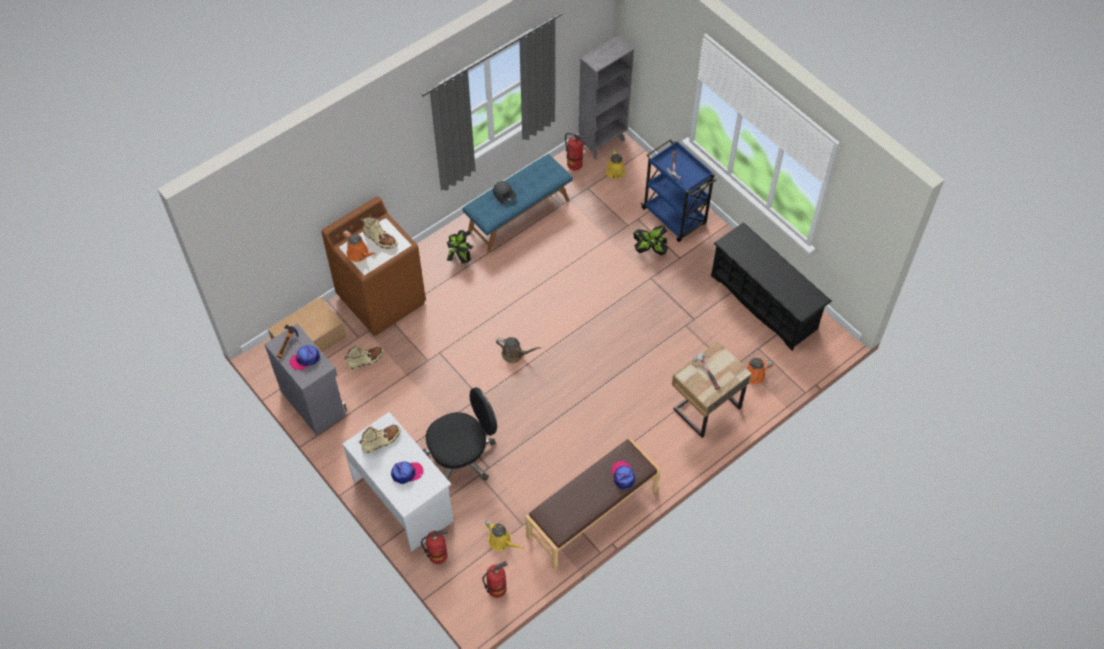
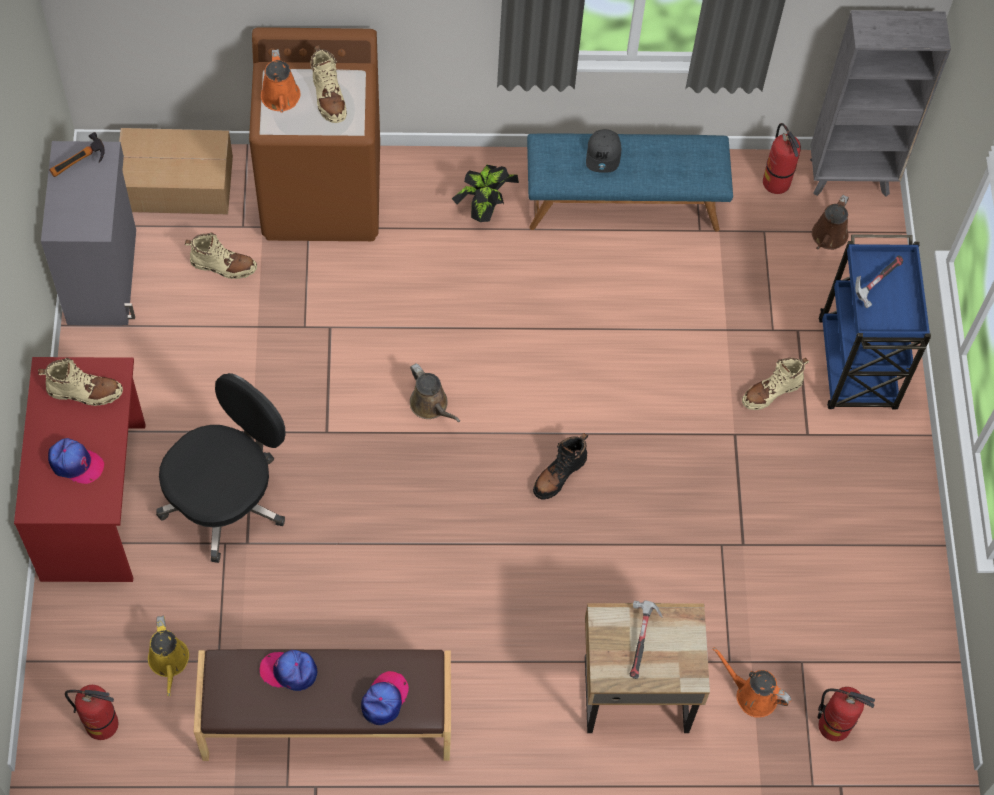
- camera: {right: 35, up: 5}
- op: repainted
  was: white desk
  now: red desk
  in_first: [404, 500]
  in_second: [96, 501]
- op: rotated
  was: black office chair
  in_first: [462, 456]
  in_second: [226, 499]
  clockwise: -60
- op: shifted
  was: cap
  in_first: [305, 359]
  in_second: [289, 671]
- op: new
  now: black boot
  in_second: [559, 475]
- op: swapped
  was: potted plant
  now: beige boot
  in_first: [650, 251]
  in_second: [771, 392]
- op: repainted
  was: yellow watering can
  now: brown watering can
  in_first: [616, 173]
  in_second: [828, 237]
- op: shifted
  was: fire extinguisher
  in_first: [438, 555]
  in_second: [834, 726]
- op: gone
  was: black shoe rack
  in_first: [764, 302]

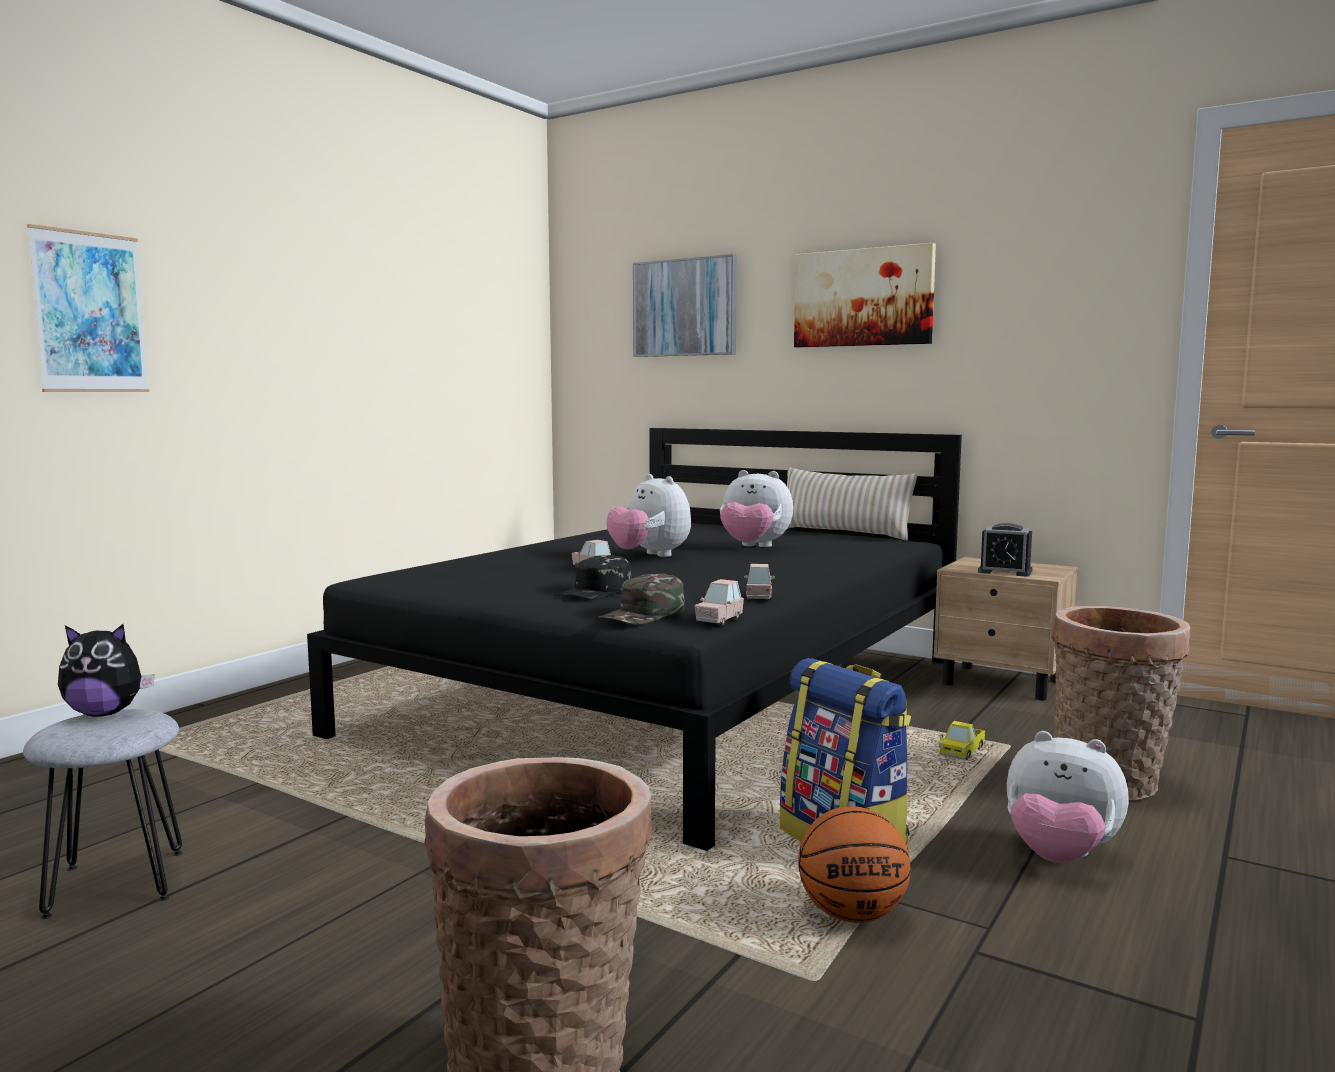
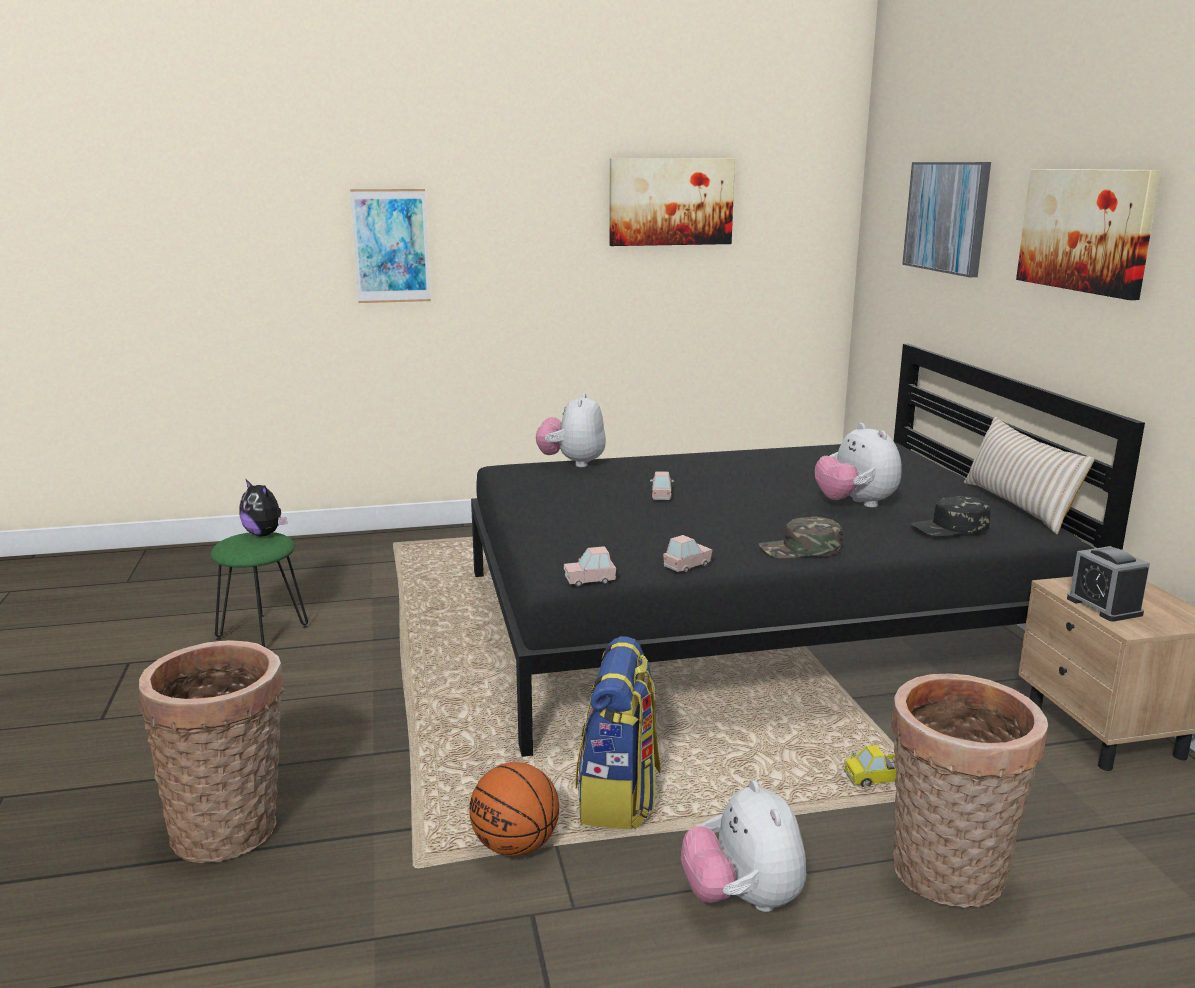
- camera: {right: 45, up: 10}
- op: repainted
  was: grey stool
  now: green stool
  in_first: [115, 883]
  in_second: [262, 633]
- op: shifted
  was: plush toy
  in_first: [649, 556]
  in_second: [572, 463]
- op: new
  now: picture
  in_second: [670, 202]
- op: shifted
  was: green cap
  in_first: [644, 614]
  in_second: [800, 549]
- op: shifted
  was: black cap
  in_first: [596, 591]
  in_second: [950, 527]

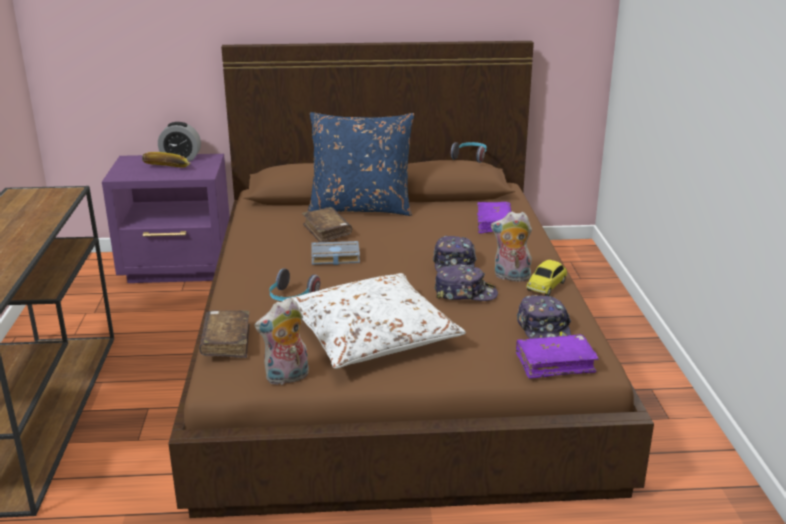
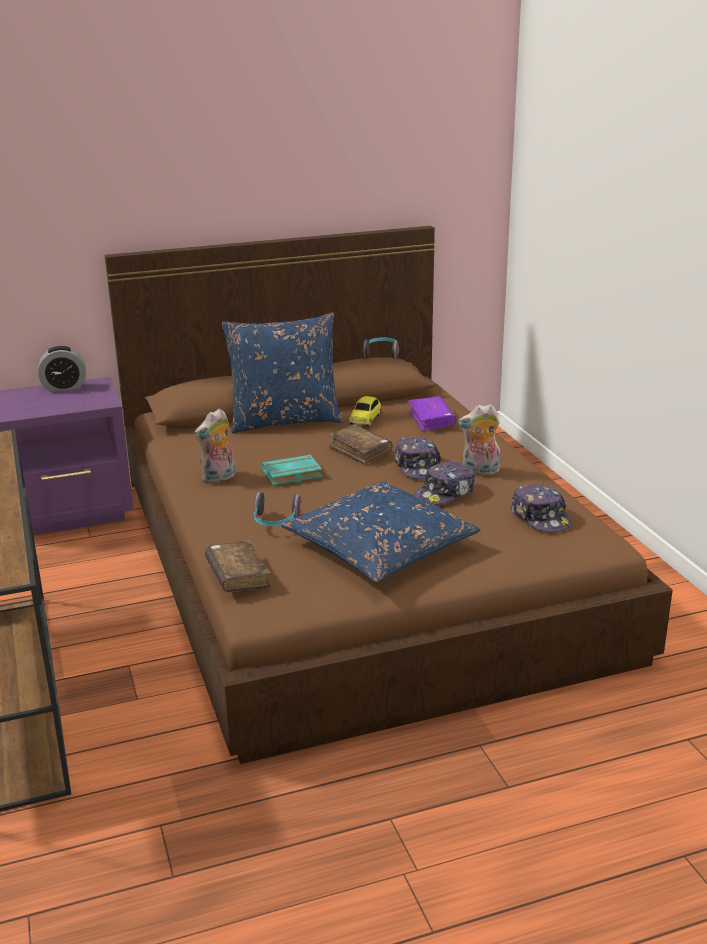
- camera: {right: -15, up: 0}
- op: shifted
  was: plush toy
  in_first: [287, 378]
  in_second: [219, 478]
- op: repainted
  was: grey book
  now: turquoise book
  in_first: [334, 257]
  in_second: [291, 475]
- op: repainted
  was: white pillow
  now: blue pillow
  in_first: [372, 335]
  in_second: [380, 547]
- op: shifted
  was: brown book
  in_first: [327, 231]
  in_second: [360, 451]
- op: shifted
  was: toy car
  in_first: [546, 286]
  in_second: [365, 419]
- op: rotated
  was: cap
  in_first: [465, 293]
  in_second: [445, 493]
  clockwise: 150
- op: gone
  was: banana
  in_first: [166, 169]
- op: gone
  was: purple book
  in_first: [555, 364]

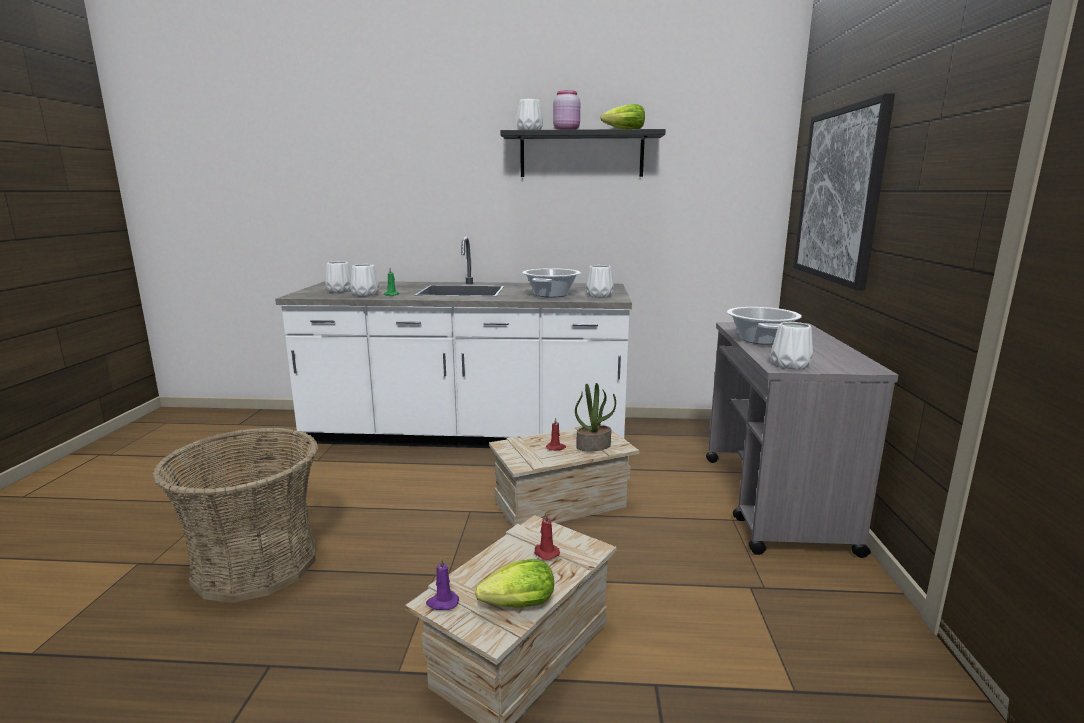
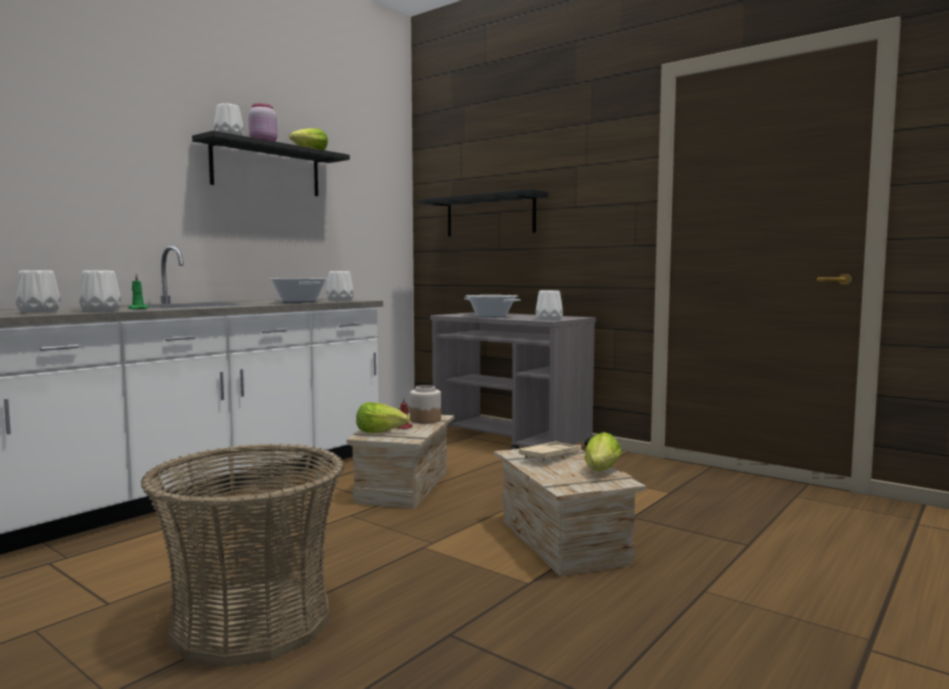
- camera: {right: -55, up: -10}
- op: new
  now: lettuce
  in_second: [381, 432]
- op: swapped
  was: potted plant
  now: jar
  in_first: [593, 446]
  in_second: [425, 420]
- op: swapped
  was: picture
  now: black shelf
  in_first: [839, 195]
  in_second: [490, 215]
- op: swapped
  was: red candle
  now: beige tray
  in_first: [545, 552]
  in_second: [550, 456]
- op: gone
  was: purple candle
  in_first: [442, 602]

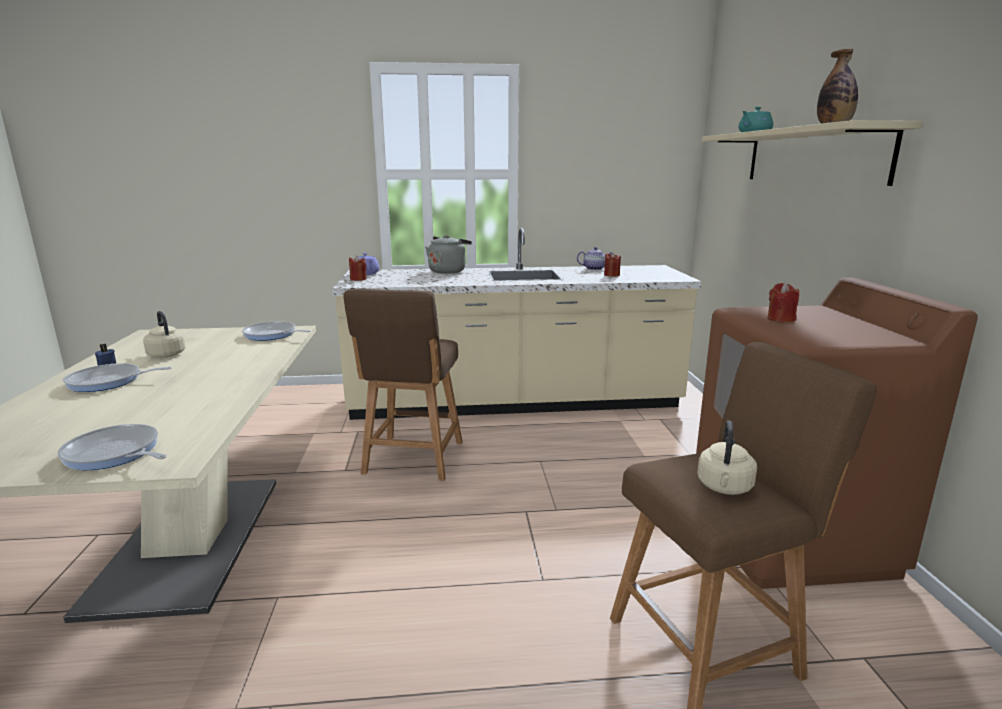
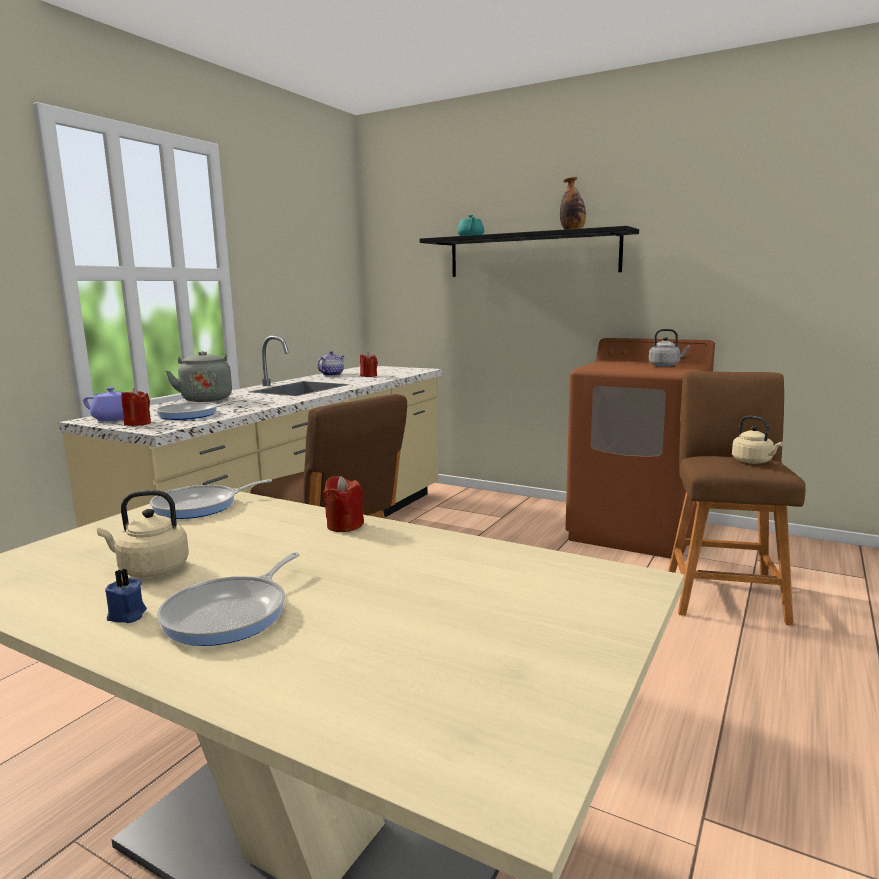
- camera: {right: -55, up: -5}
- op: shifted
  was: frying pan
  in_first: [114, 454]
  in_second: [192, 414]
- op: shifted
  was: red candle
  in_first: [780, 319]
  in_second: [344, 525]
- op: repainted
  was: beige shelf
  now: black shelf
  in_first: [812, 156]
  in_second: [532, 255]
- op: new
  now: grey kettle
  in_second: [665, 365]

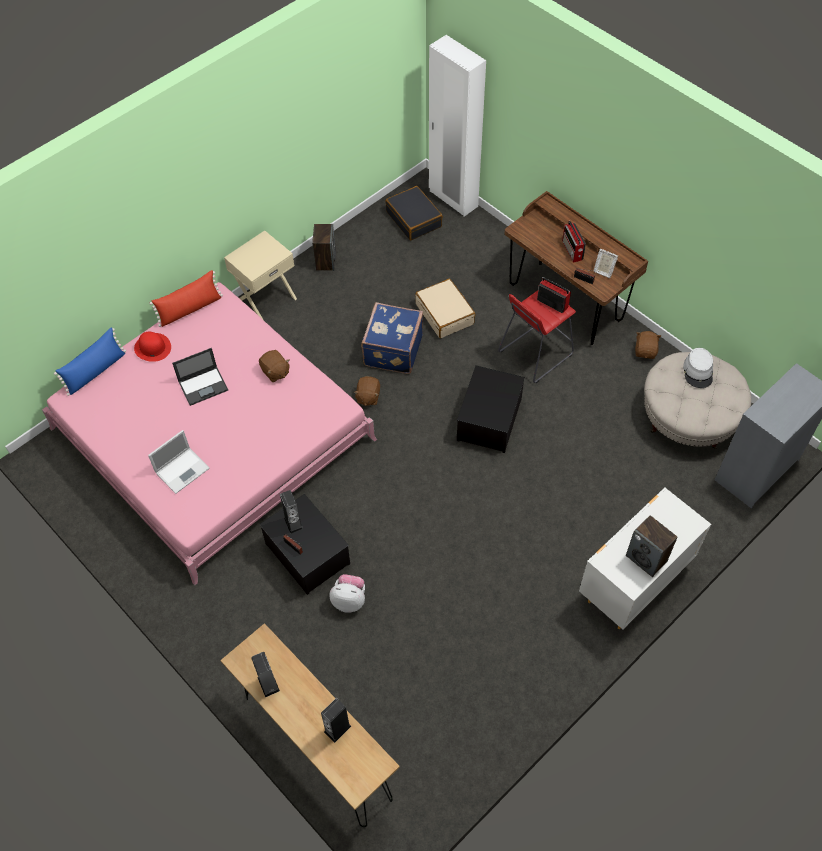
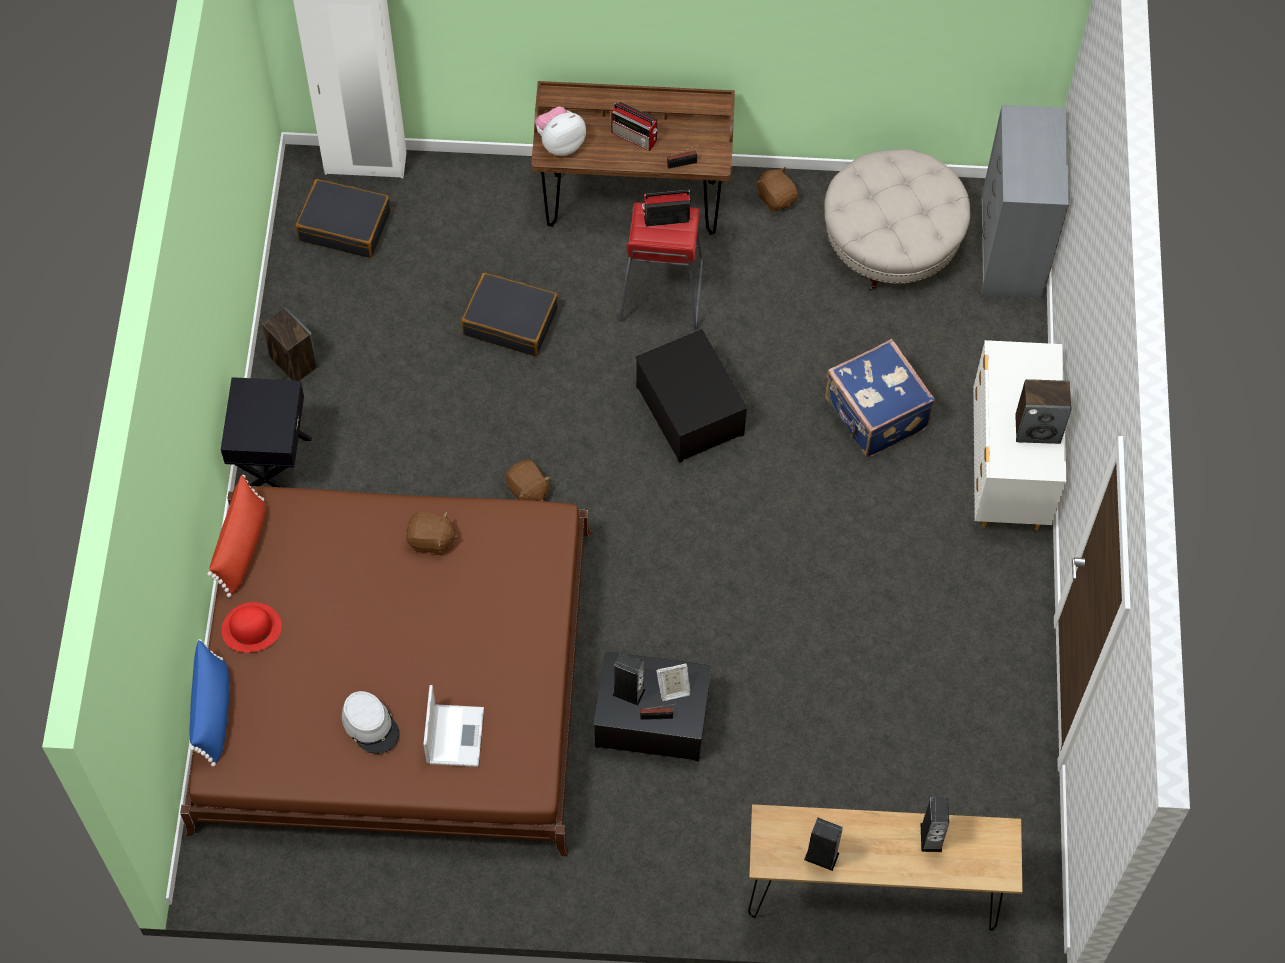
- camera: {right: -45, up: 5}
- op: repainted
  was: pink bed
  now: brown bed
  in_first: [212, 434]
  in_second: [395, 679]
- op: repainted
  was: beige nightstand
  now: black nightstand
  in_first: [266, 299]
  in_second: [272, 467]
- op: shifted
  was: grey hat
  in_first: [698, 371]
  in_second: [370, 725]
- op: repainted
  was: beige suitcase
  now: black suitcase
  in_first: [445, 314]
  in_second: [511, 321]
- op: shifted
  was: plush toy
  in_first: [349, 600]
  in_second: [560, 143]
- op: shifted
  was: picture frame
  in_first: [603, 271]
  in_second: [673, 689]
- op: shifted
  was: blue suitcase
  in_first: [392, 350]
  in_second: [875, 415]
- op: gone
  was: laptop
  in_first: [203, 385]

